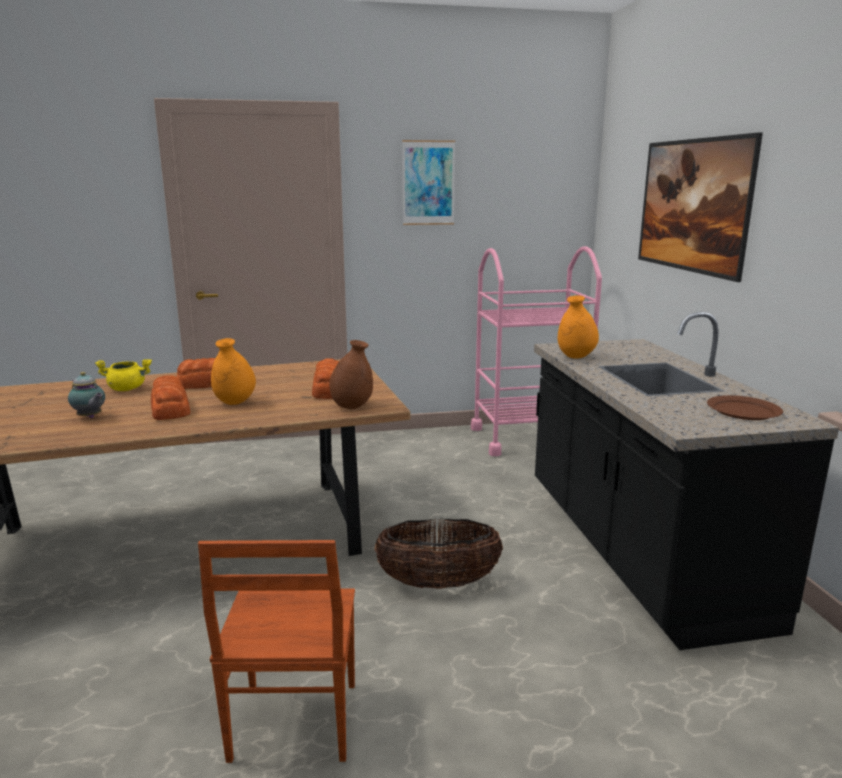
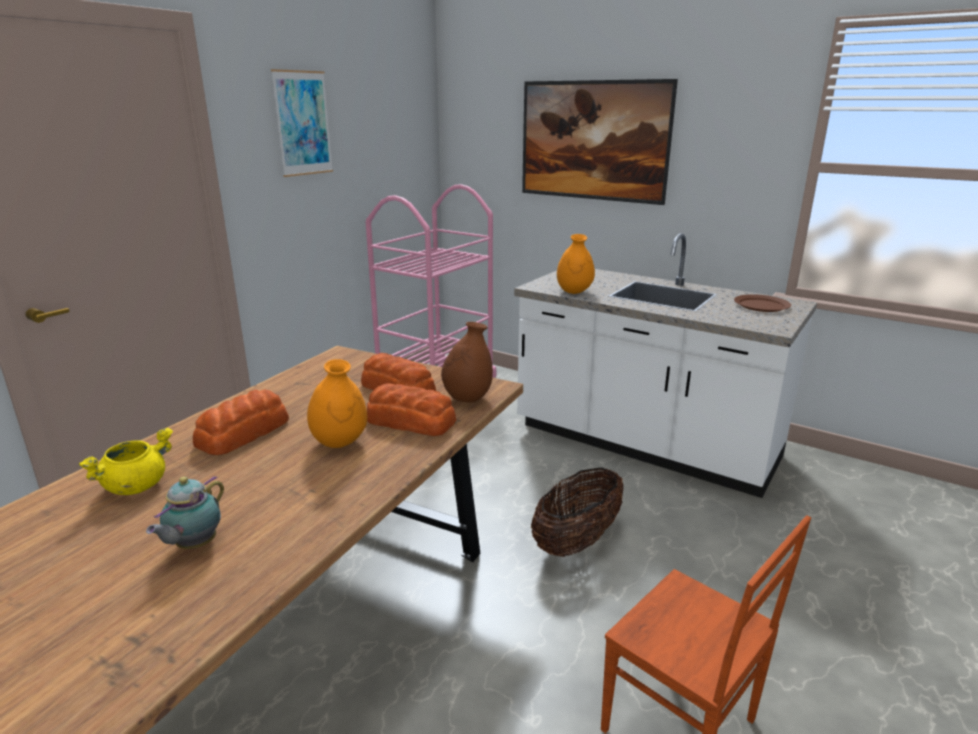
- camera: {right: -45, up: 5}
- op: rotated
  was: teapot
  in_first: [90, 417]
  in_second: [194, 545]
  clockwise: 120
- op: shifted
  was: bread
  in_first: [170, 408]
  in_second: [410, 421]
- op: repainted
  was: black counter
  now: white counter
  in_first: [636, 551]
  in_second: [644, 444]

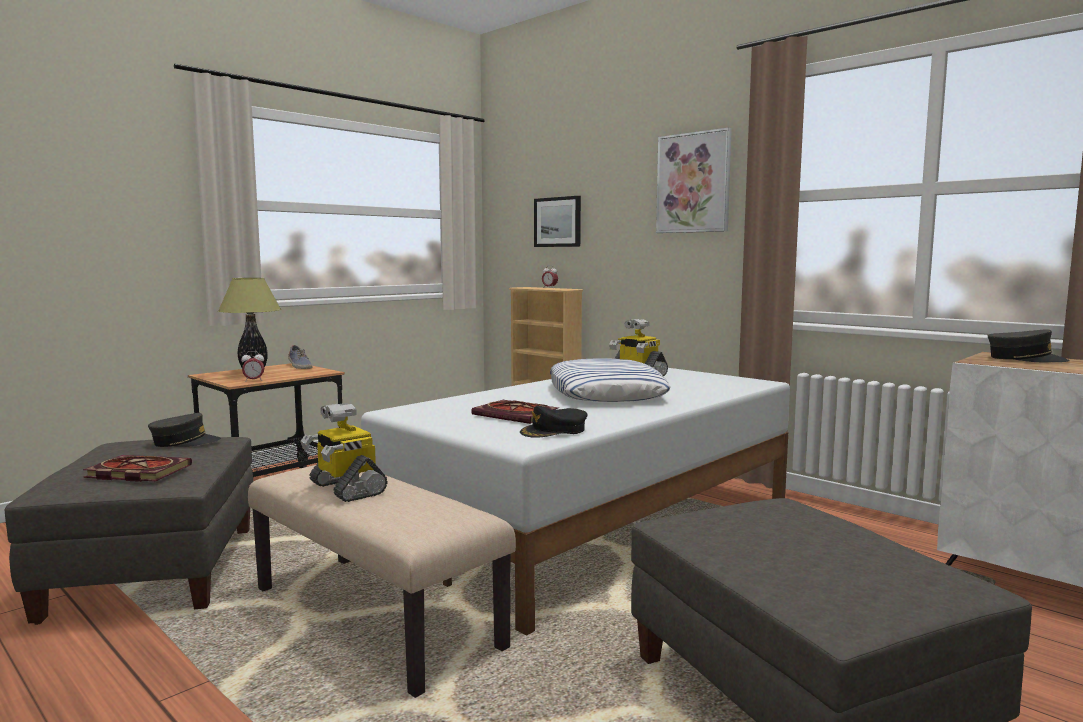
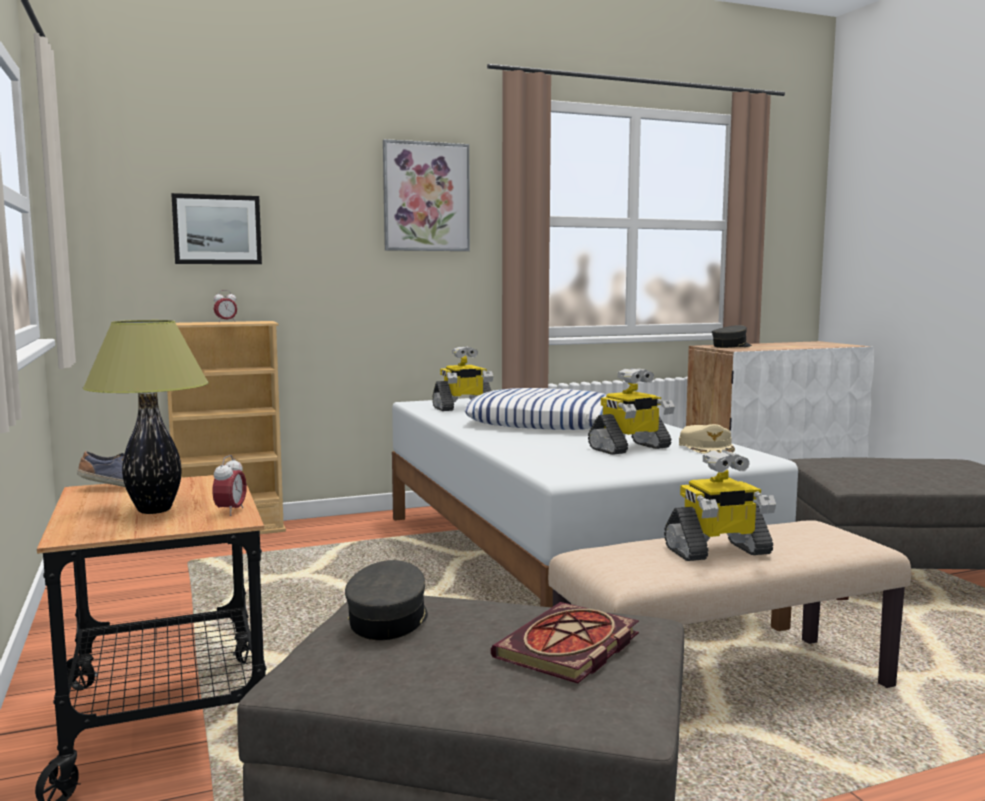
- camera: {right: -65, up: 0}
- op: swapped
  was: book
  now: toy robot
  in_first: [518, 415]
  in_second: [630, 448]
- op: repainted
  was: black cap
  now: beige cap
  in_first: [554, 431]
  in_second: [707, 447]

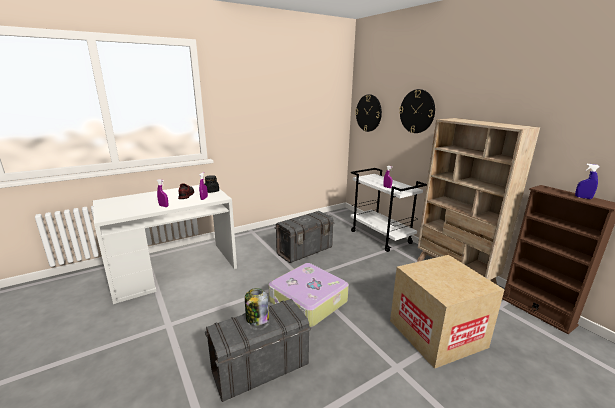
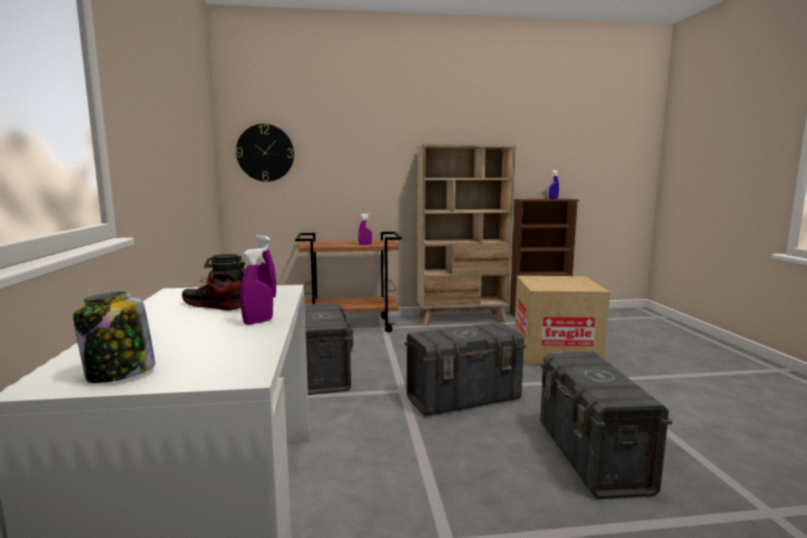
- camera: {right: -65, up: -10}
- op: shifted
  was: jar
  in_first: [257, 319]
  in_second: [119, 374]
- op: repainted
  was: white cart
  now: brown cart
  in_first: [381, 237]
  in_second: [351, 326]
- op: swapped
  was: suitcase
  now: grey storage box
  in_first: [308, 302]
  in_second: [464, 398]
- op: gone
  was: wall clock
  in_first: [417, 111]

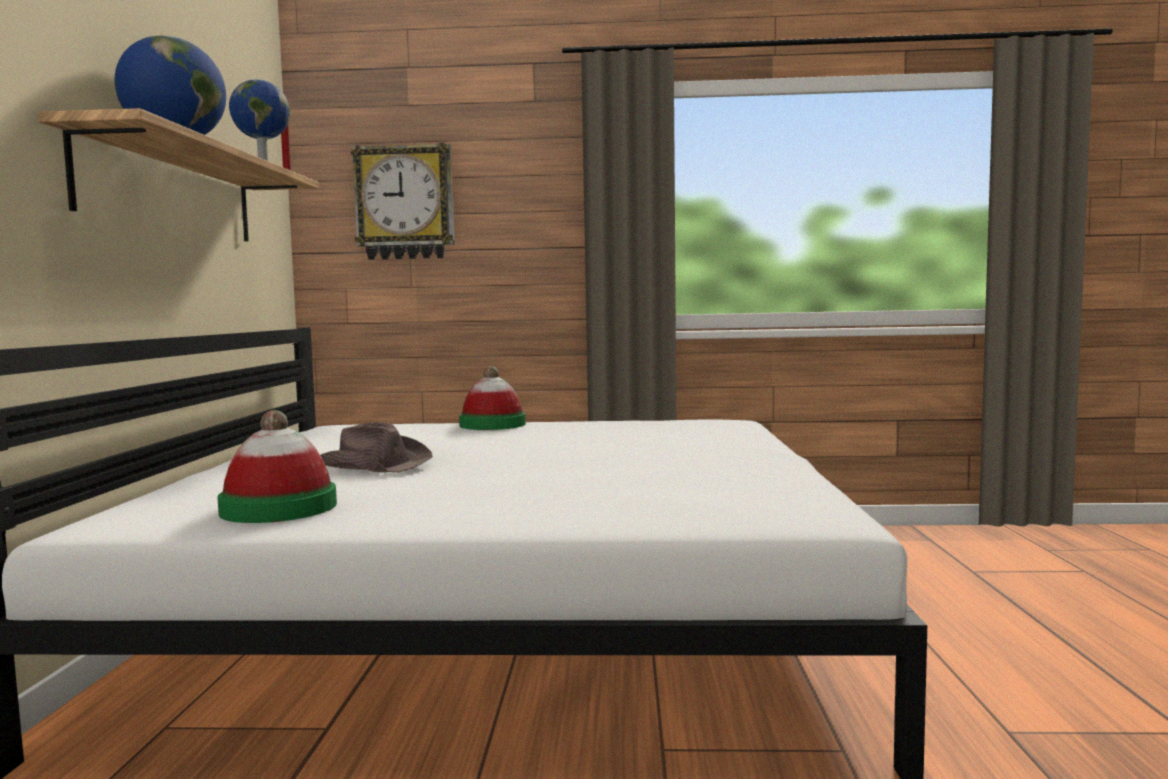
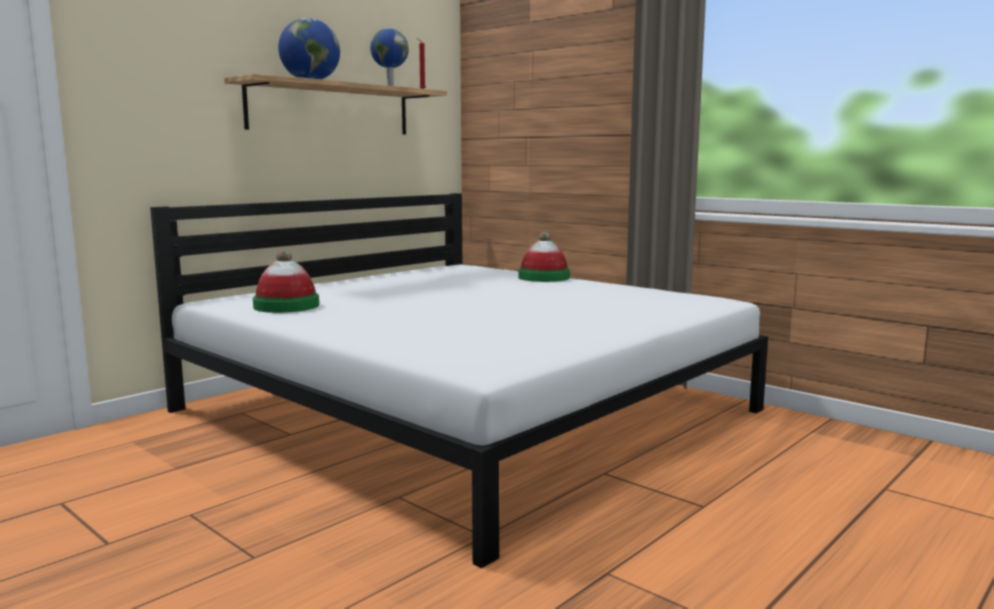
- camera: {right: 40, up: 5}
- op: gone
  was: brown hat
  in_first: [373, 464]
- op: gone
  was: wall clock
  in_first: [405, 203]

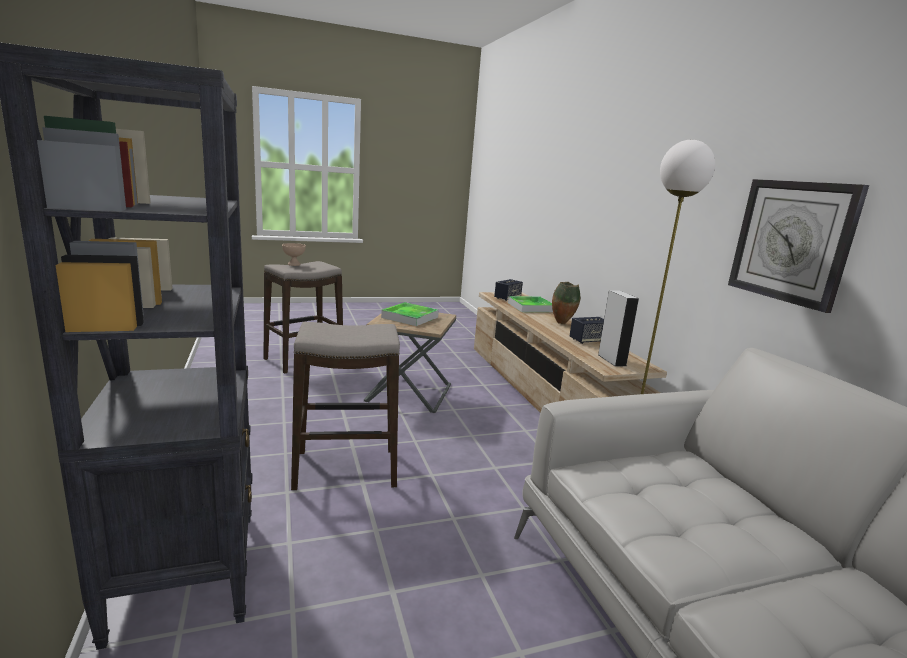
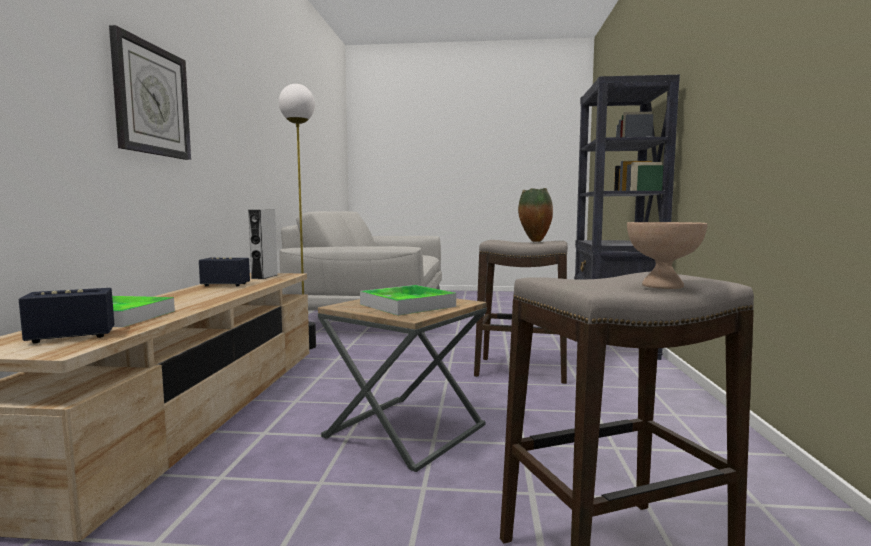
- camera: {right: -155, up: -10}
- op: shifted
  was: wall clock
  in_first: [792, 241]
  in_second: [151, 100]
- op: shifted
  was: vase
  in_first: [562, 323]
  in_second: [534, 241]

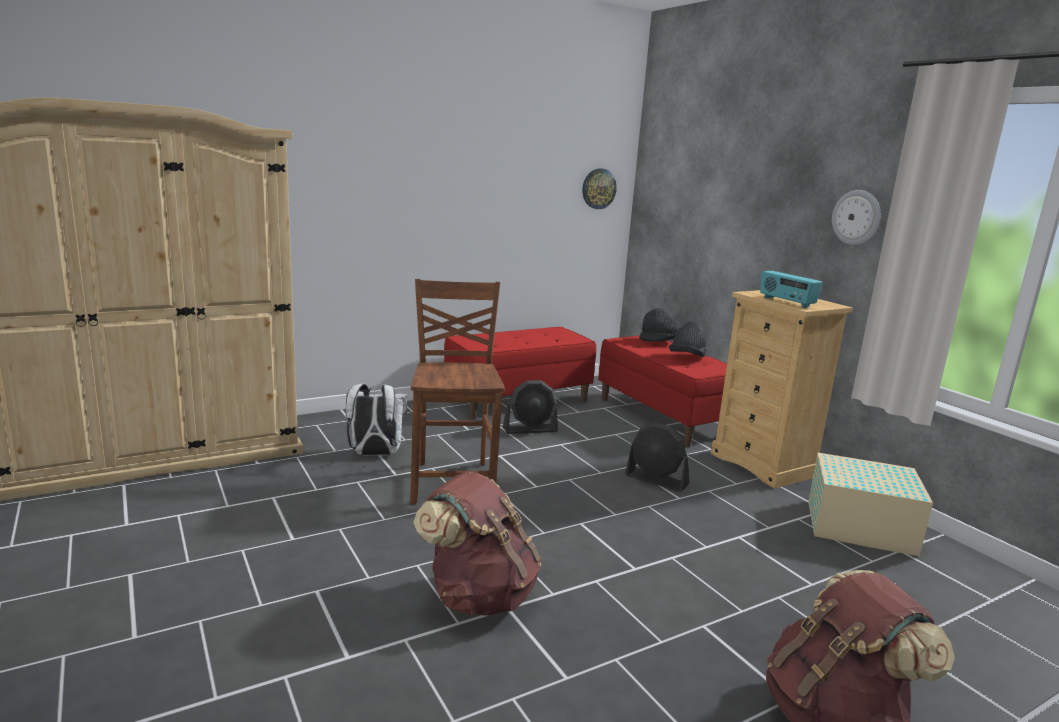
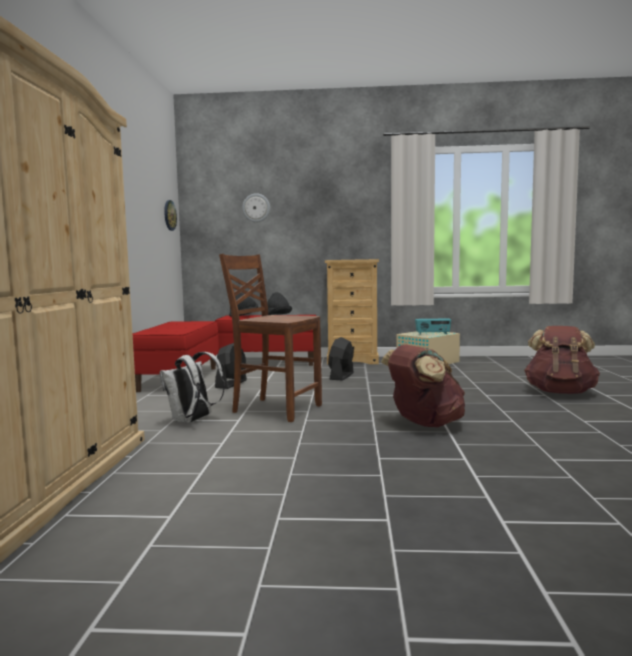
- camera: {right: -55, up: -10}
- op: shifted
  was: wall clock
  in_first: [856, 217]
  in_second: [256, 208]
- op: rotated
  was: black fan
  in_first: [656, 480]
  in_second: [341, 376]
  clockwise: 135
- op: shifted
  was: radio
  in_first: [786, 302]
  in_second: [432, 334]

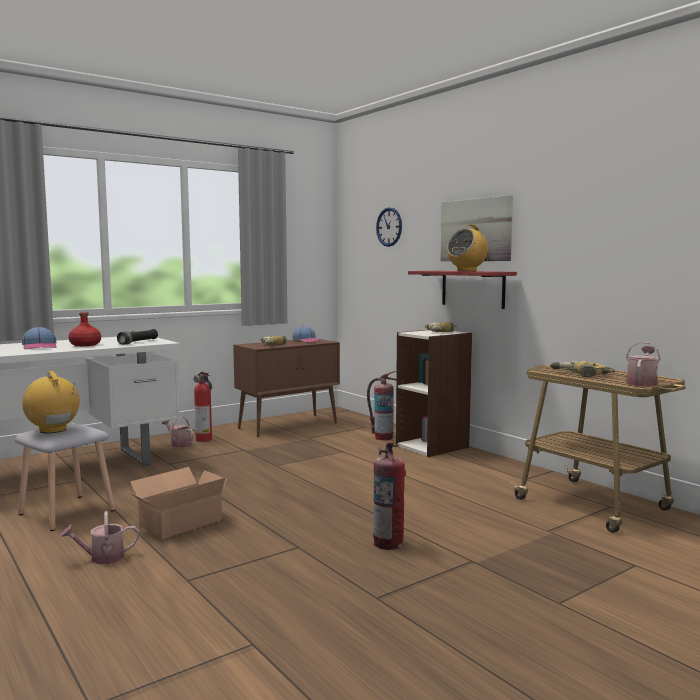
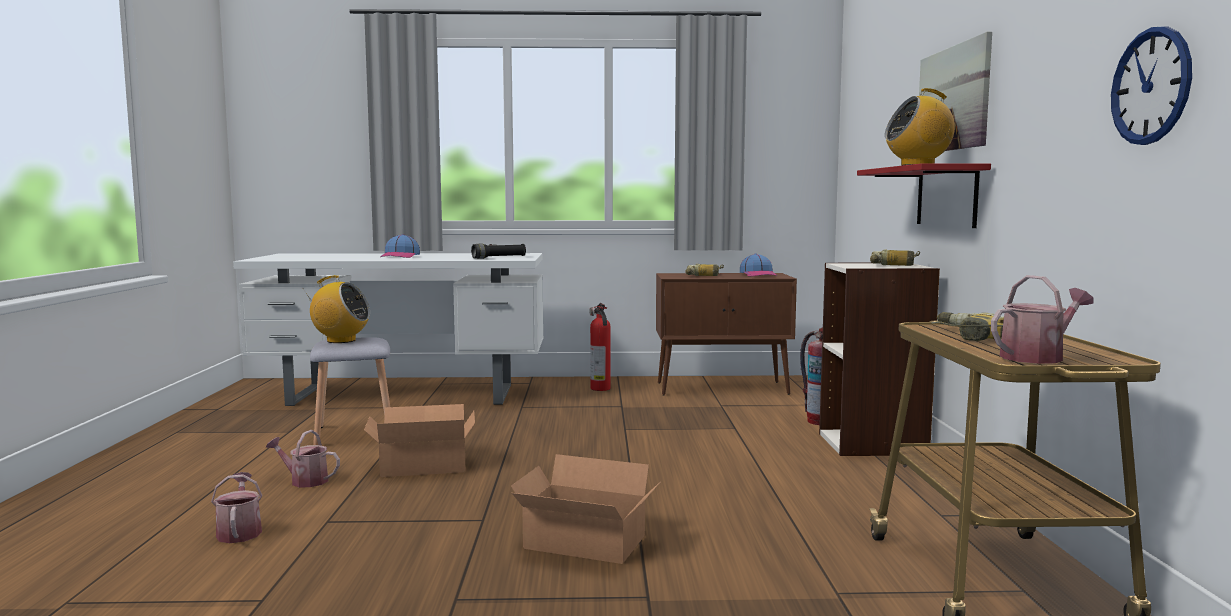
- camera: {right: 35, up: 0}
- op: shifted
  was: watering can
  in_first: [179, 444]
  in_second: [240, 531]
- op: rotated
  was: radio
  in_first: [53, 430]
  in_second: [340, 340]
  clockwise: 105
- op: swapped
  was: fire extinguisher
  now: cardboard box
  in_first: [388, 543]
  in_second: [585, 544]
- op: shifted
  was: wall clock
  in_first: [389, 227]
  in_second: [1150, 86]
- op: gone
  was: red bottle
  in_first: [85, 345]

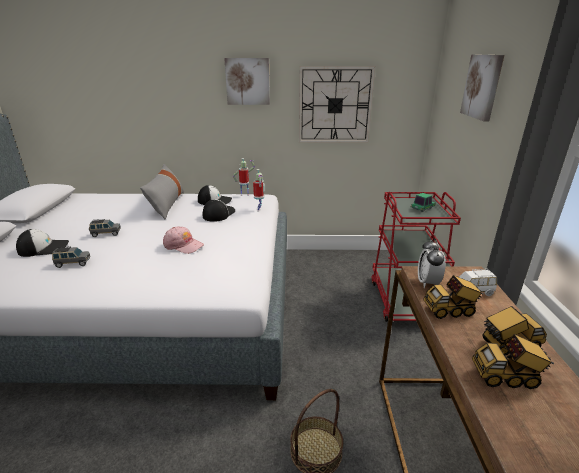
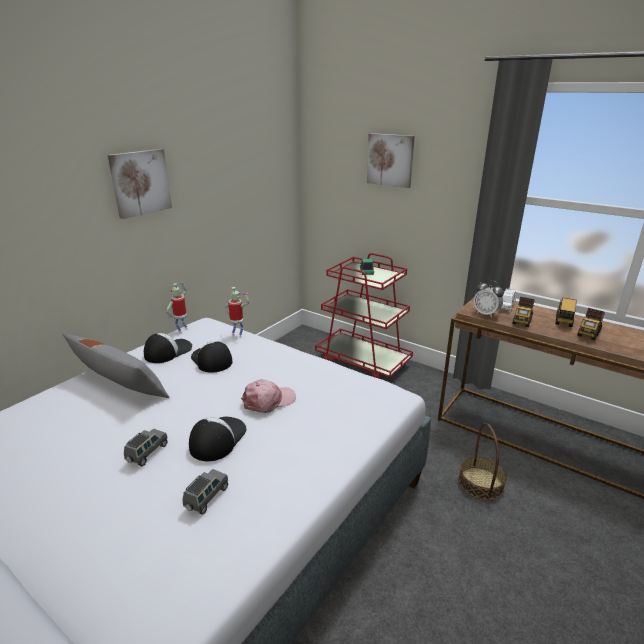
- camera: {right: -55, up: 0}
- op: shifted
  was: cap
  in_first: [44, 248]
  in_second: [217, 439]
- op: gone
  was: wall clock
  in_first: [335, 105]

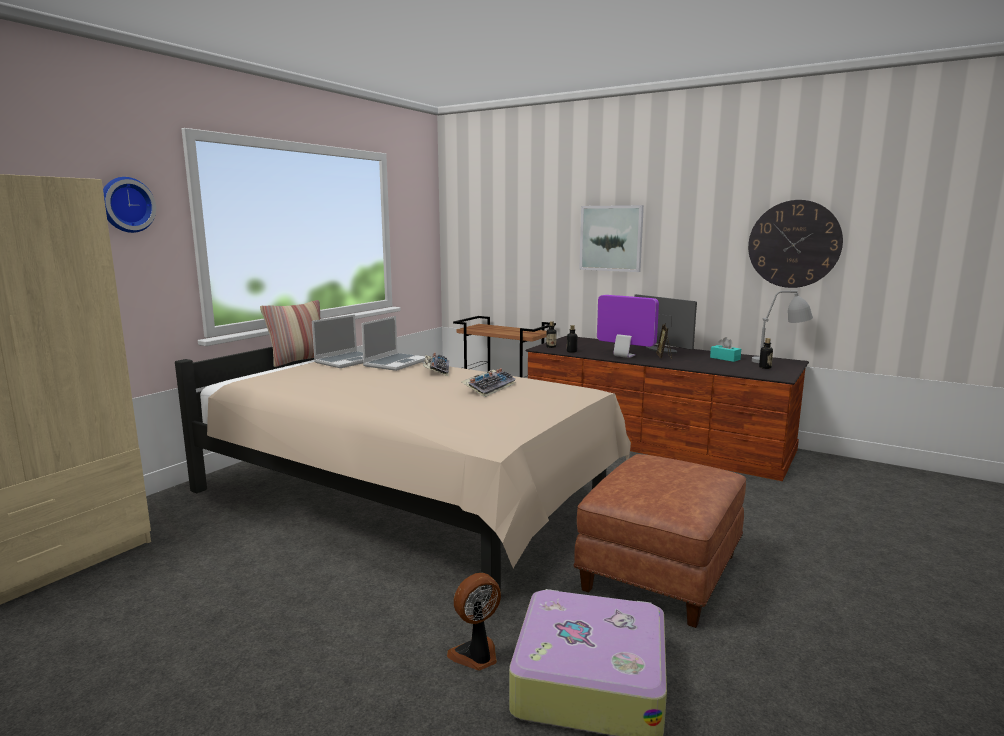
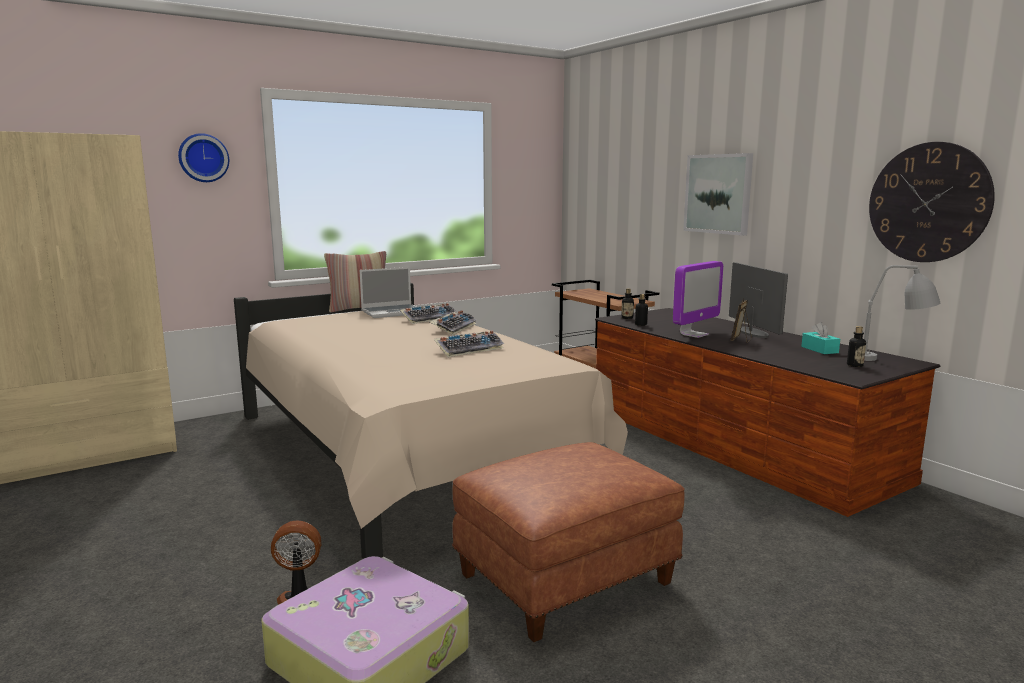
- camera: {right: 25, up: 0}
- op: swapped
  was: laptop
  now: keyboard
  in_first: [395, 363]
  in_second: [429, 318]
- op: rotated
  was: monitor
  in_first: [624, 356]
  in_second: [694, 334]
  clockwise: 75

